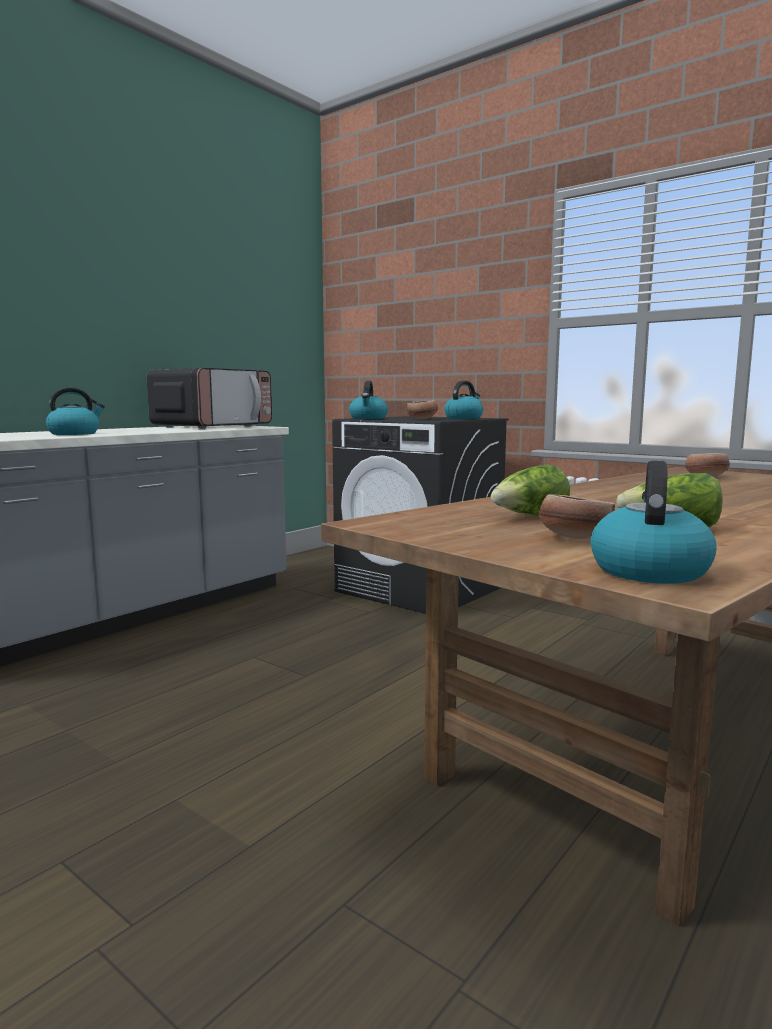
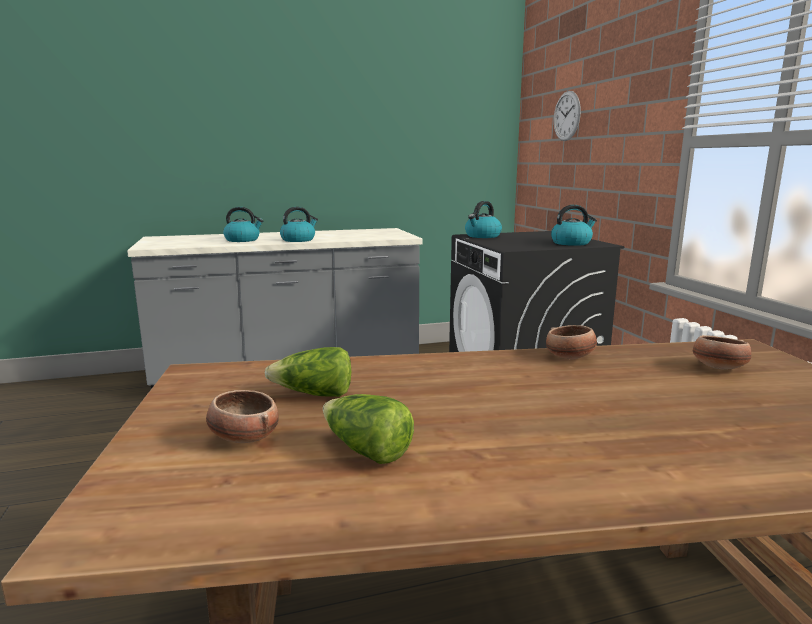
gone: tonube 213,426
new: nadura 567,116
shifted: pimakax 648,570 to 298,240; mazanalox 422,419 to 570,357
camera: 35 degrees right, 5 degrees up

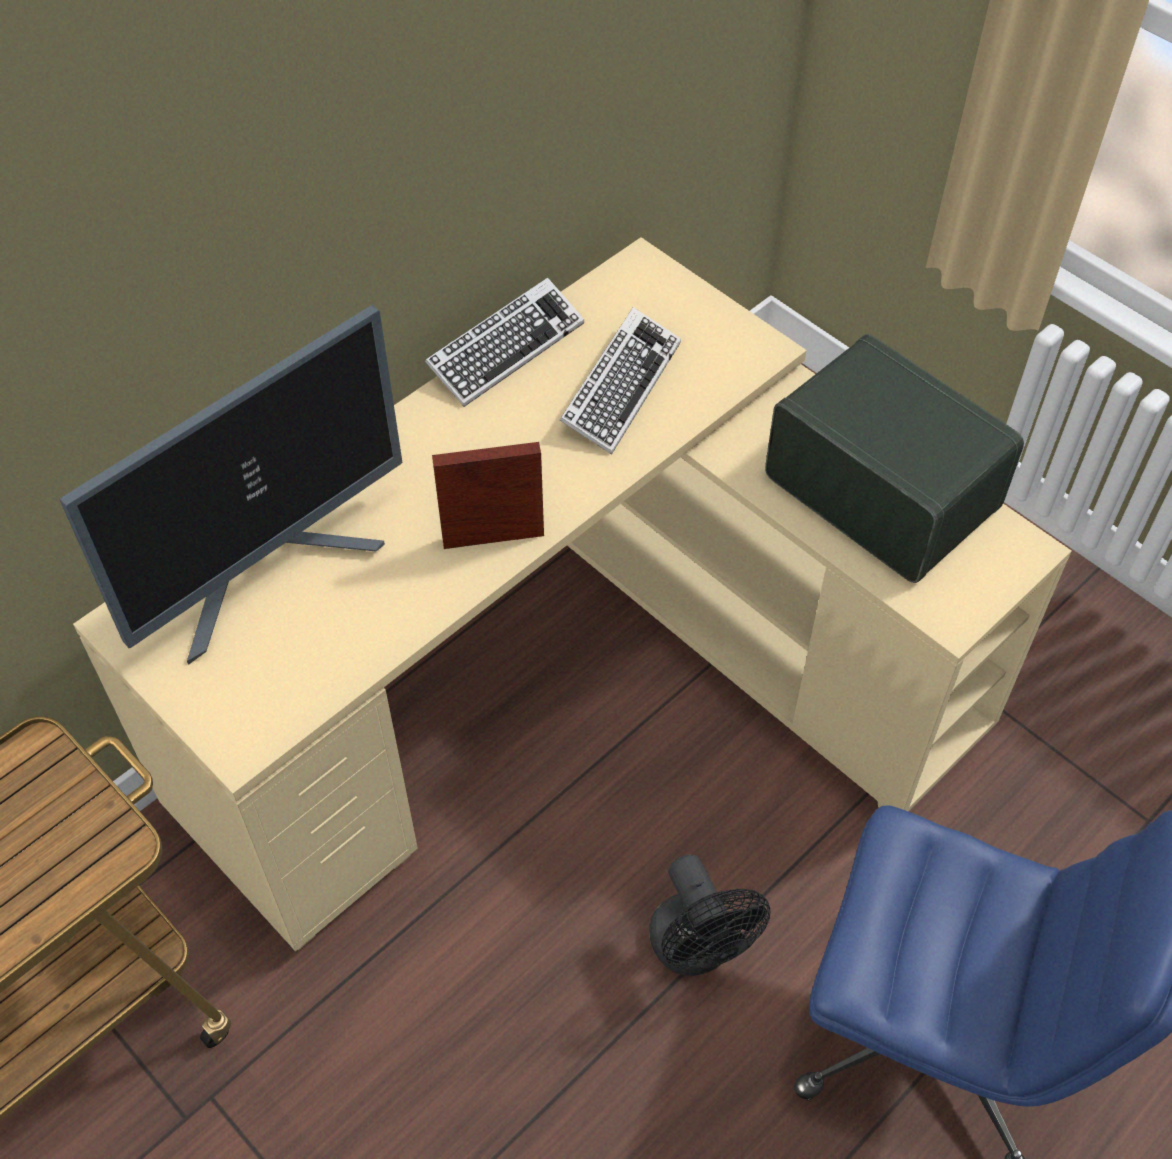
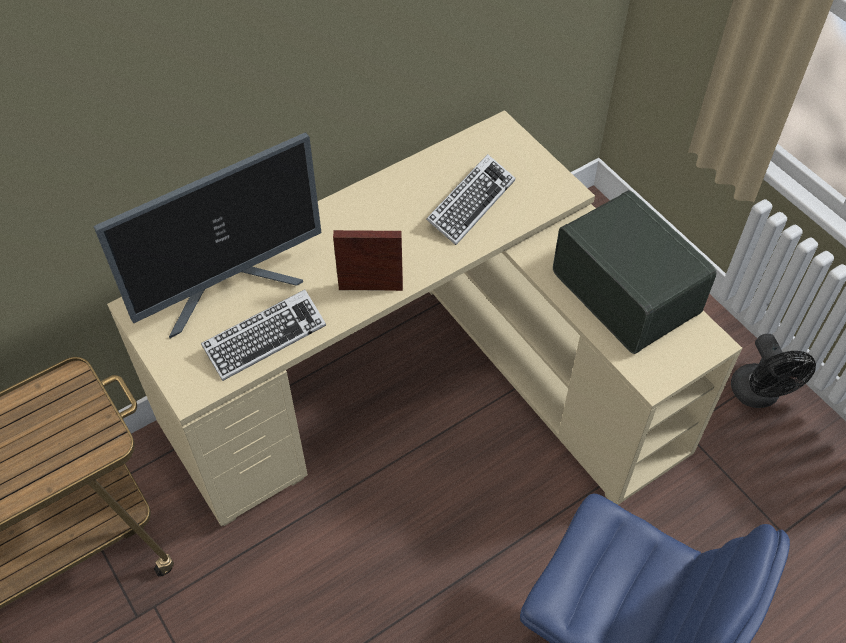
shifted: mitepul 505,349 to 265,338; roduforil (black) 698,950 to 758,396
camera: 10 degrees right, 0 degrees up

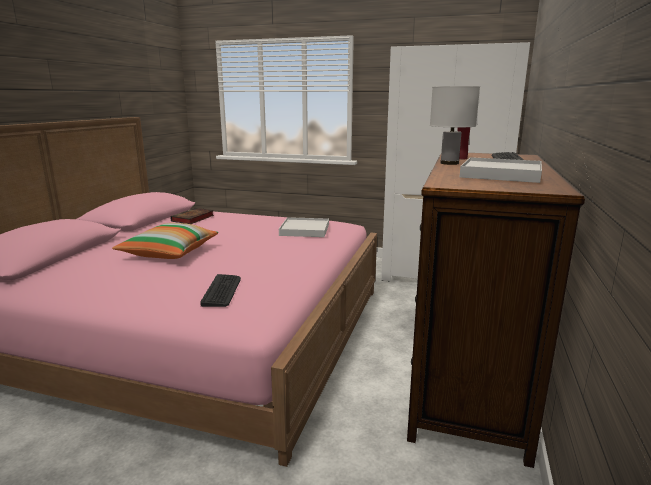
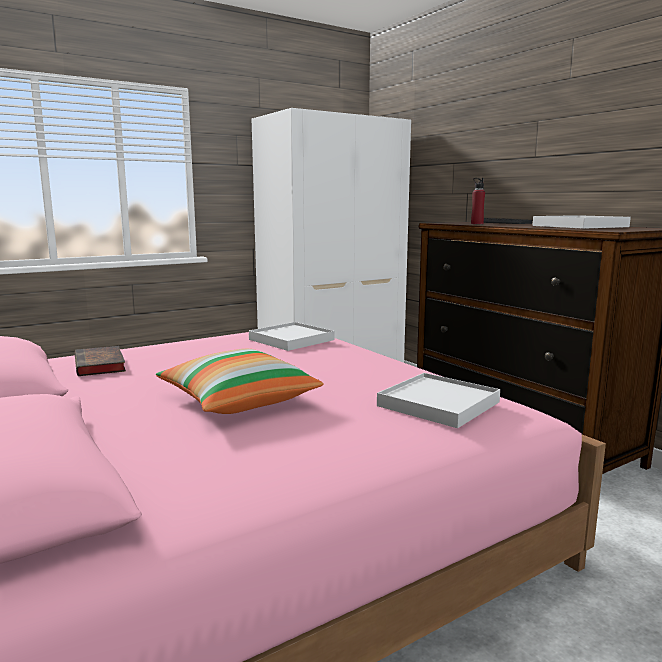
gone: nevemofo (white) 449,163
swapped: mitepul 222,291 to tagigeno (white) 438,404
camera: 50 degrees left, 5 degrees down

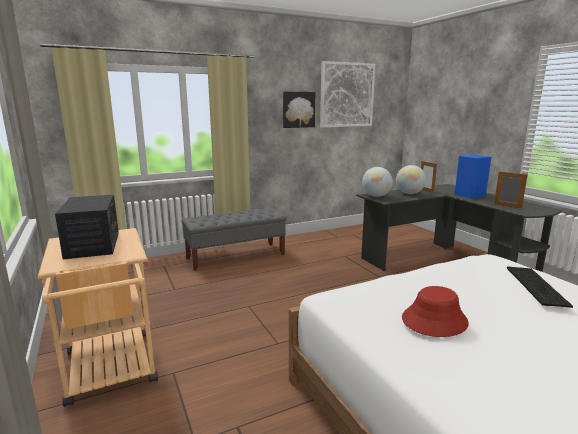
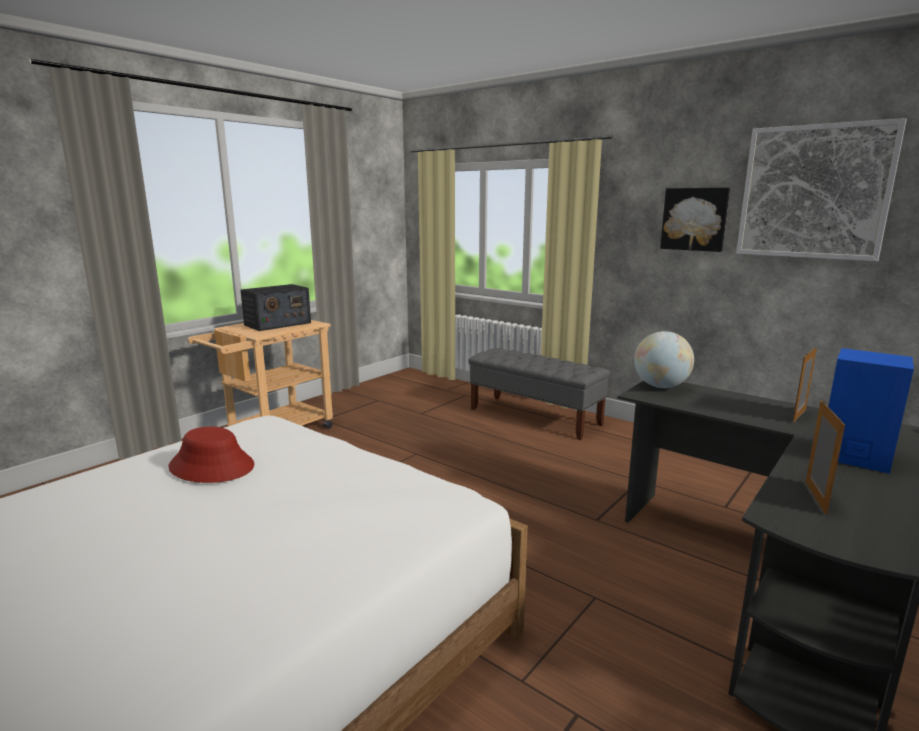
gone: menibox 409,193; mitepul 534,285
camera: 65 degrees right, 0 degrees up

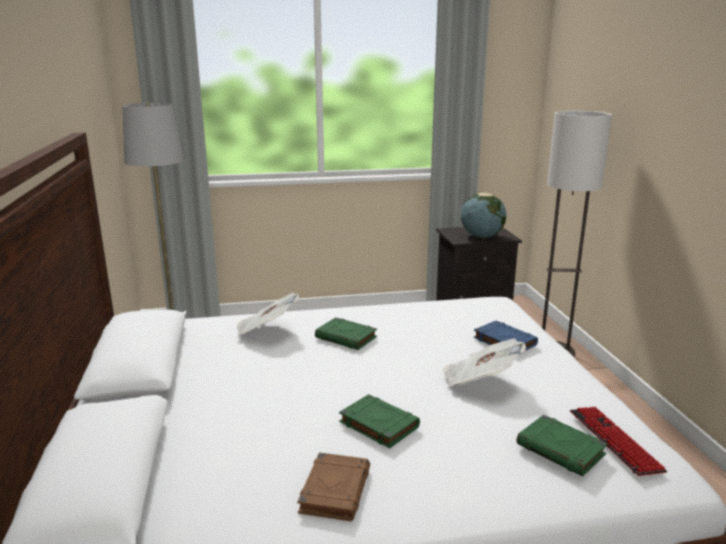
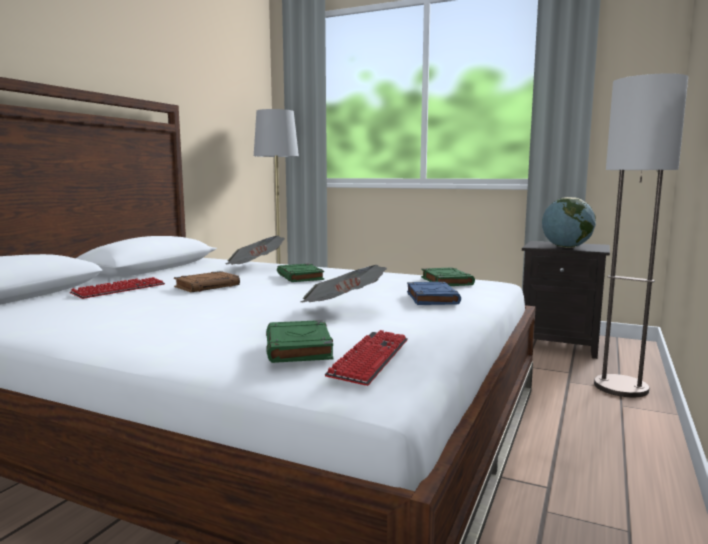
new: mitepul 119,290
shifted: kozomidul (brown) 335,490 to 207,286; kozomidul (green) 378,424 to 446,281
camera: 35 degrees right, 10 degrees down

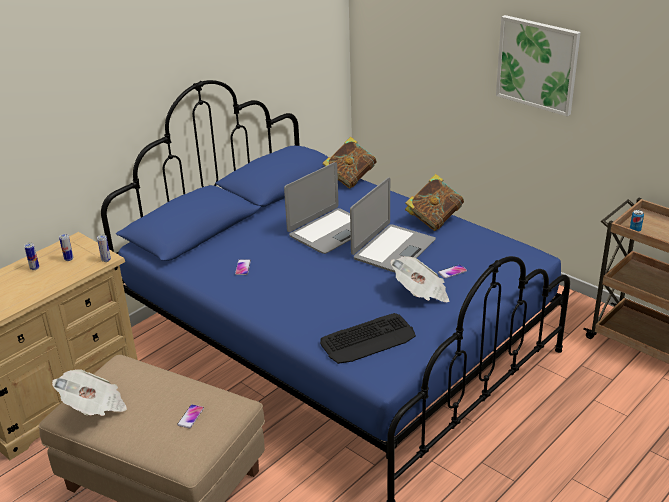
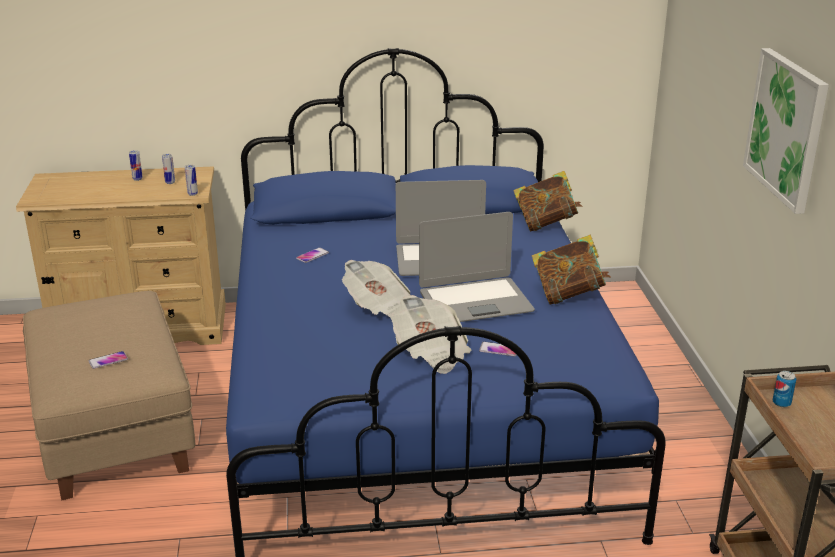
gone: mitepul 368,339
shifted: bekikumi 94,407 to 380,308
camera: 40 degrees right, 5 degrees down

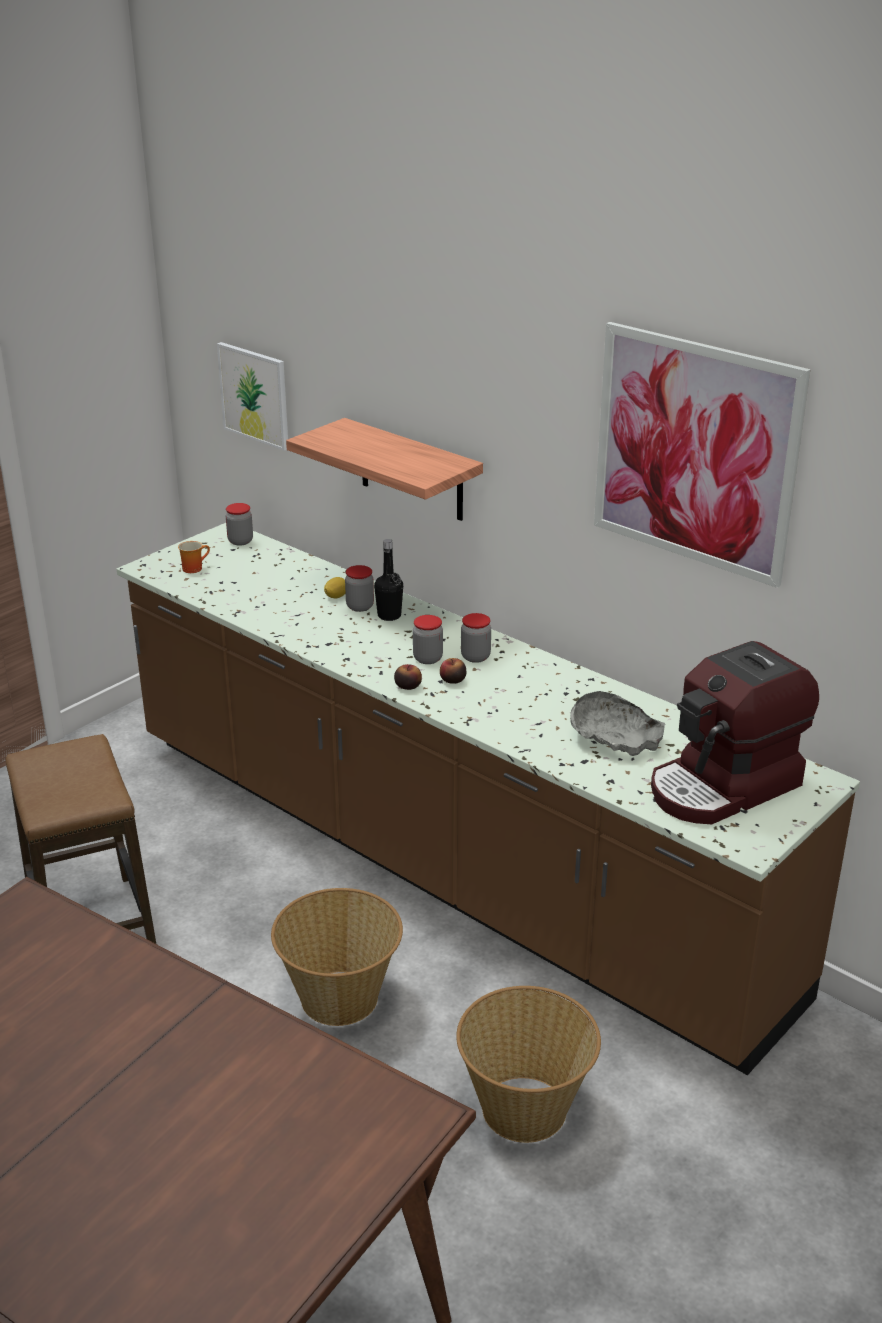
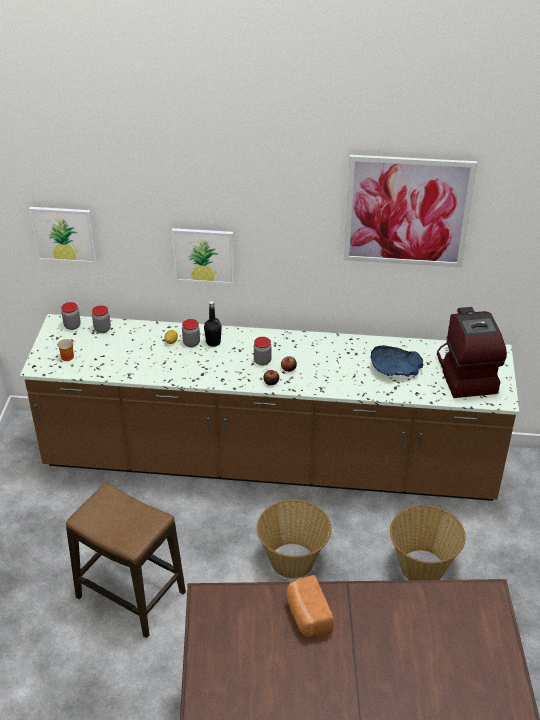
new: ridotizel 307,616
shifted: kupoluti 475,657 to 102,329
swapped: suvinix 411,470 to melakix 203,255
repainted: mazanalox (grey) 614,738 to mazanalox (blue) 394,368
rotated: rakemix 724,787 = 464,373 150 degrees clockwise
camera: 35 degrees left, 10 degrees up

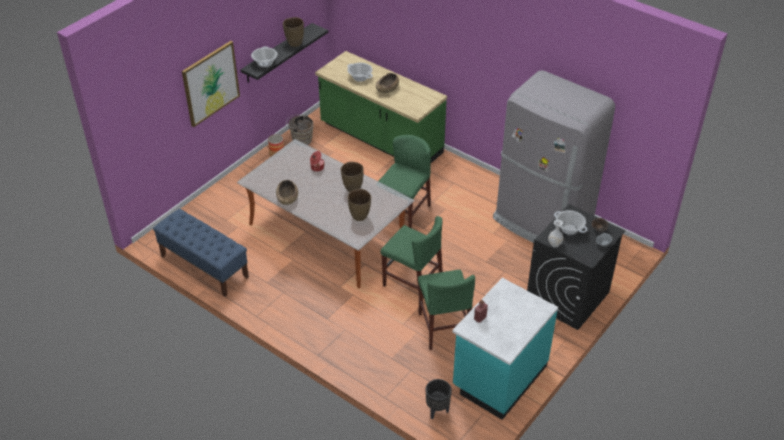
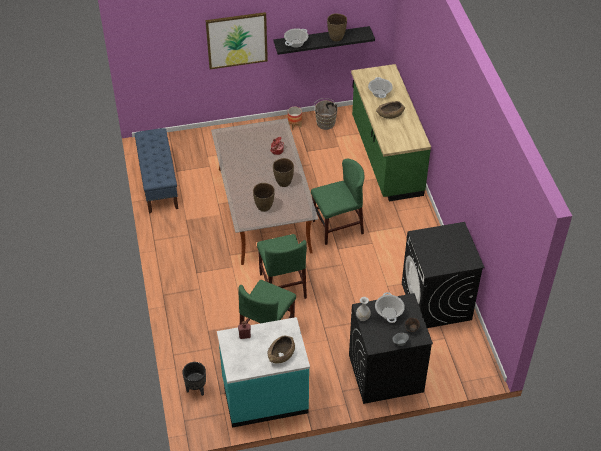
shifted: mazanalox (brown) 287,198 to 281,354
swapped: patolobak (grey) 542,222 to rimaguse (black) 436,302
camera: 40 degrees right, 5 degrees up

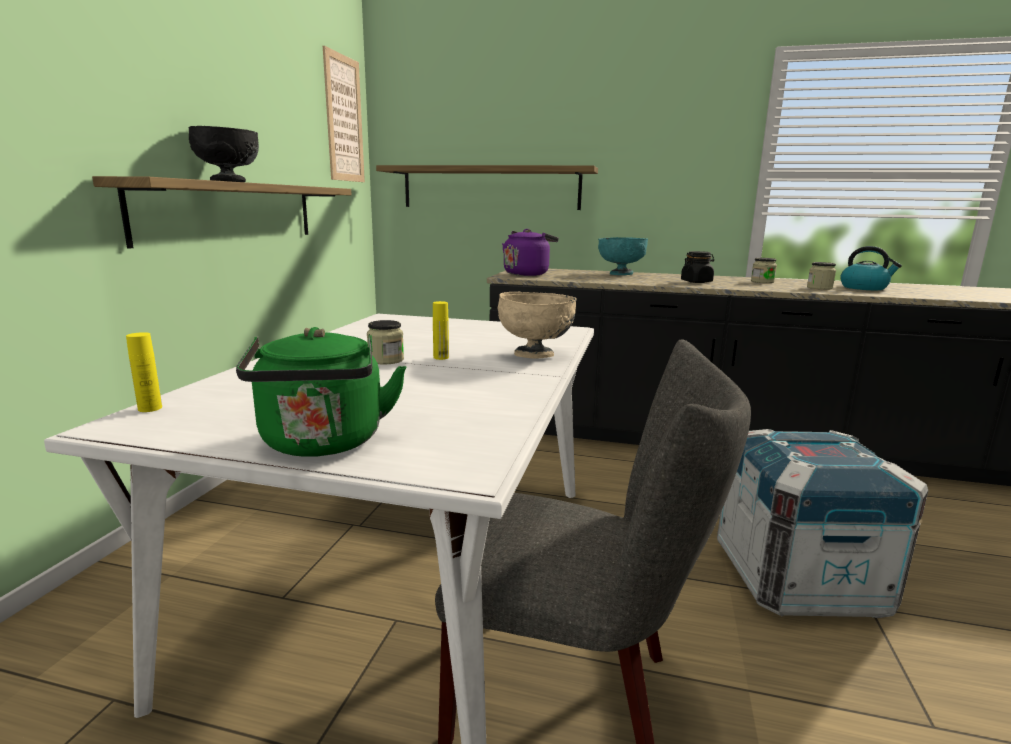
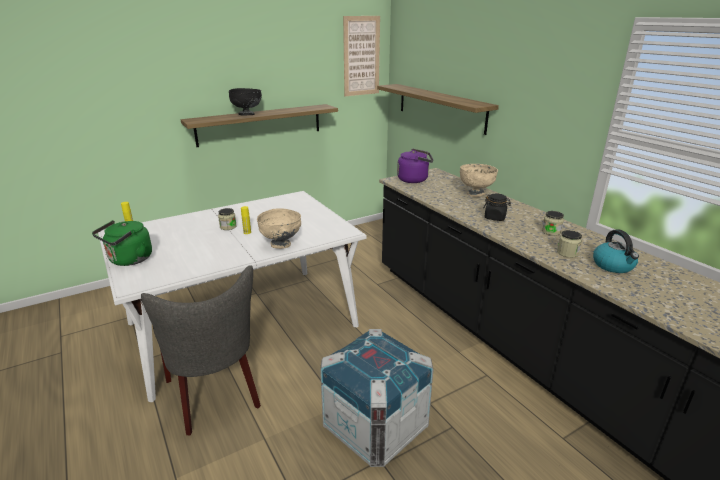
repainted: mazanalox (turquoise) 621,274 to mazanalox (beige) 476,194
camera: 45 degrees right, 10 degrees up

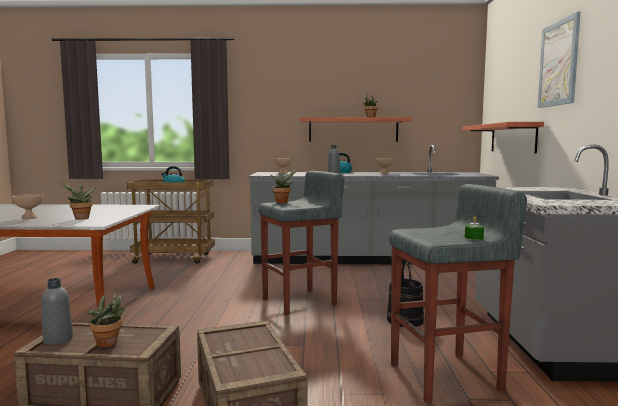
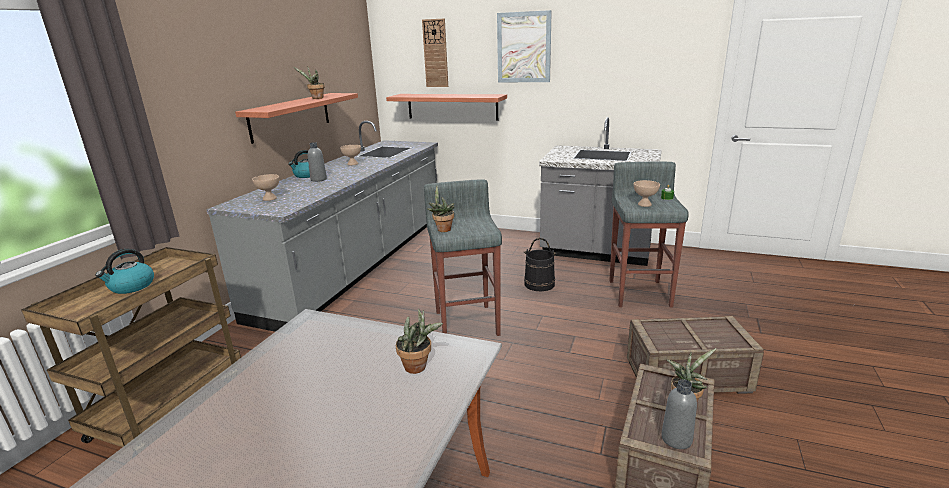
new: nadura 435,53
shifted: mazanalox (beige) 30,218 to 644,204
camera: 70 degrees left, 15 degrees up

